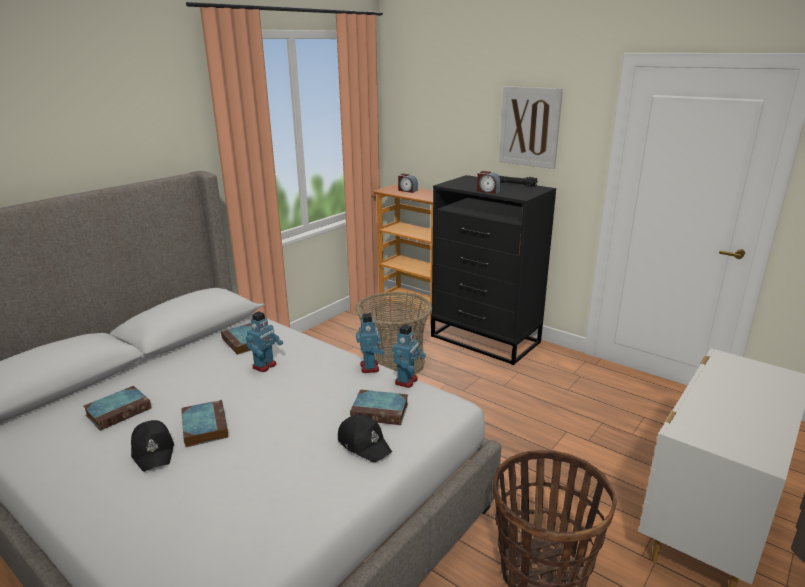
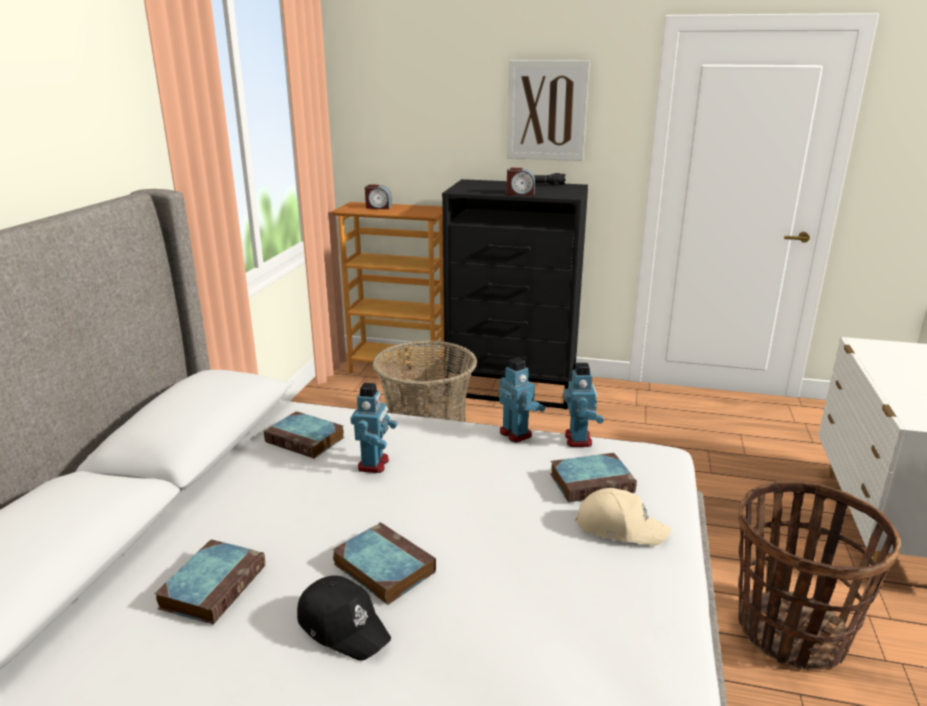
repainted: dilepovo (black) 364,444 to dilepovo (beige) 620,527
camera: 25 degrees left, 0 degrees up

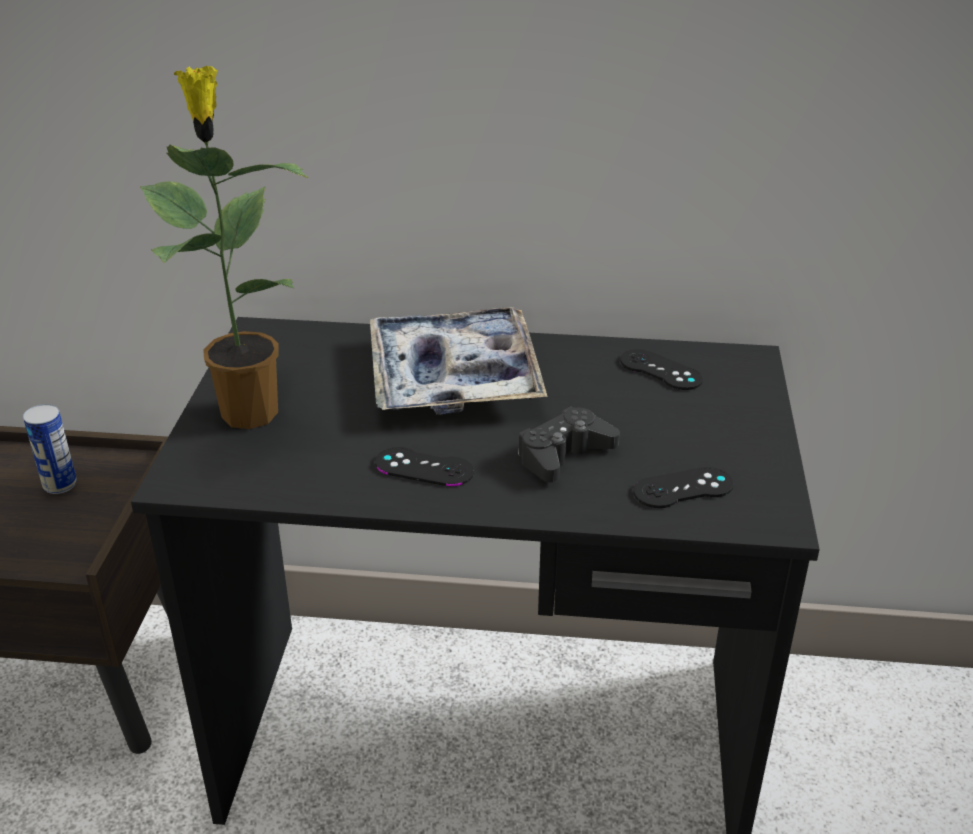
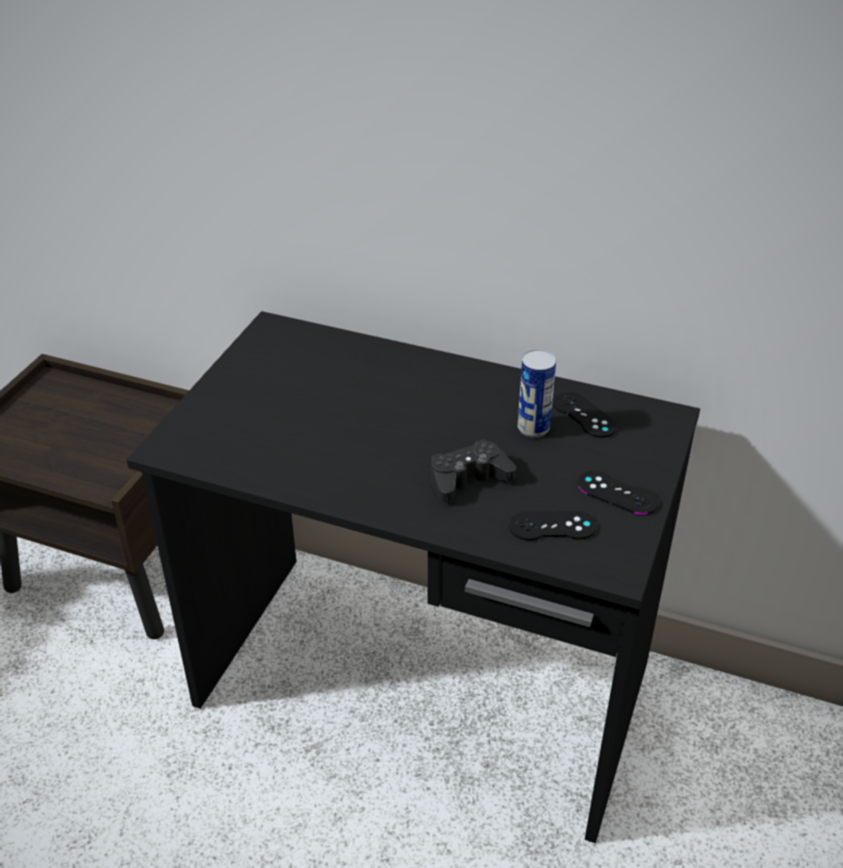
gone: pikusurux 248,411; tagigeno 454,376
shifted: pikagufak 60,484 to 533,428; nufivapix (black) 424,467 to 617,493
camera: 15 degrees right, 5 degrees up

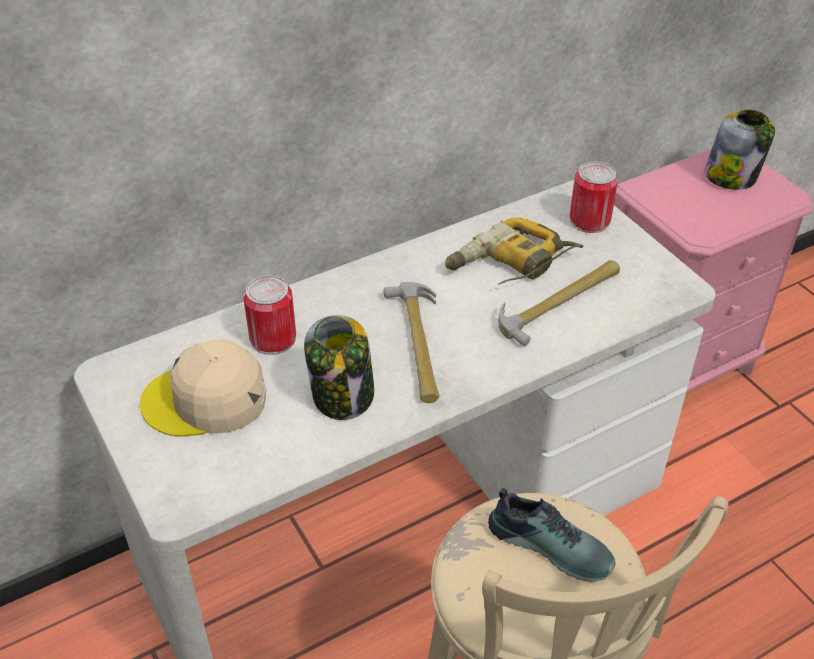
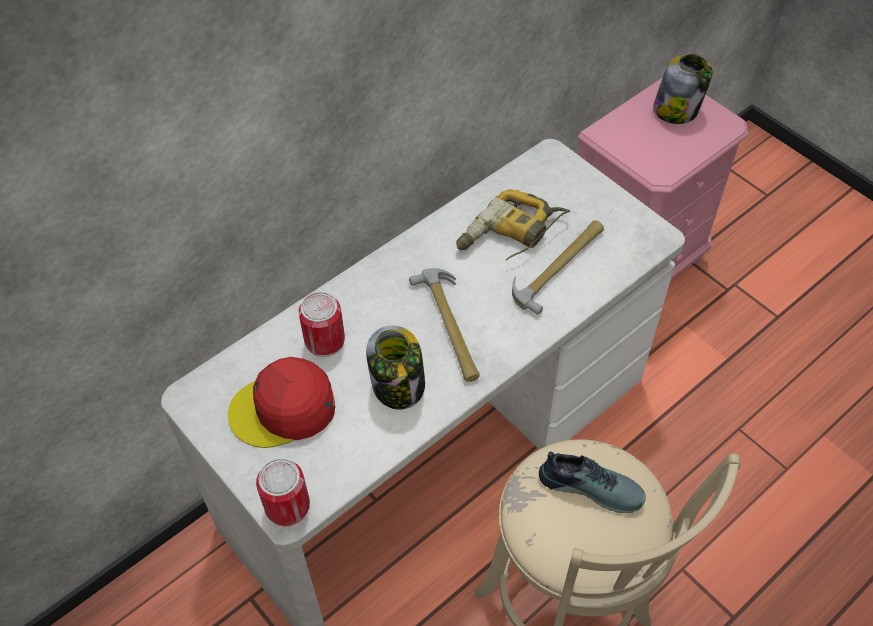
shifted: pikagufak 589,220 to 287,506
repainted: dilepovo (beige) 206,400 to dilepovo (red) 284,409
camera: 10 degrees left, 10 degrees up

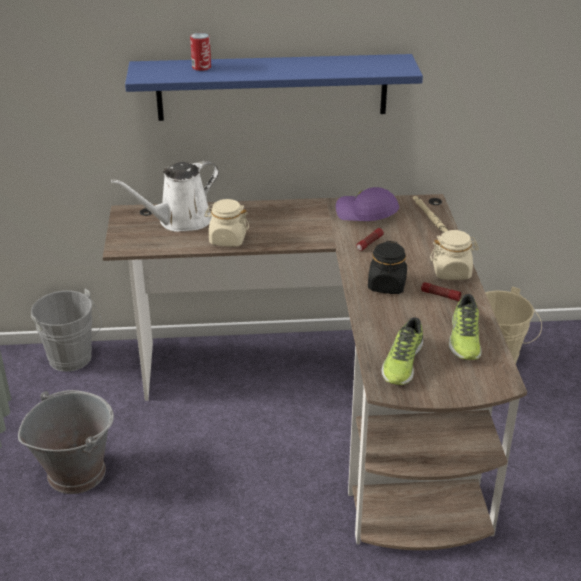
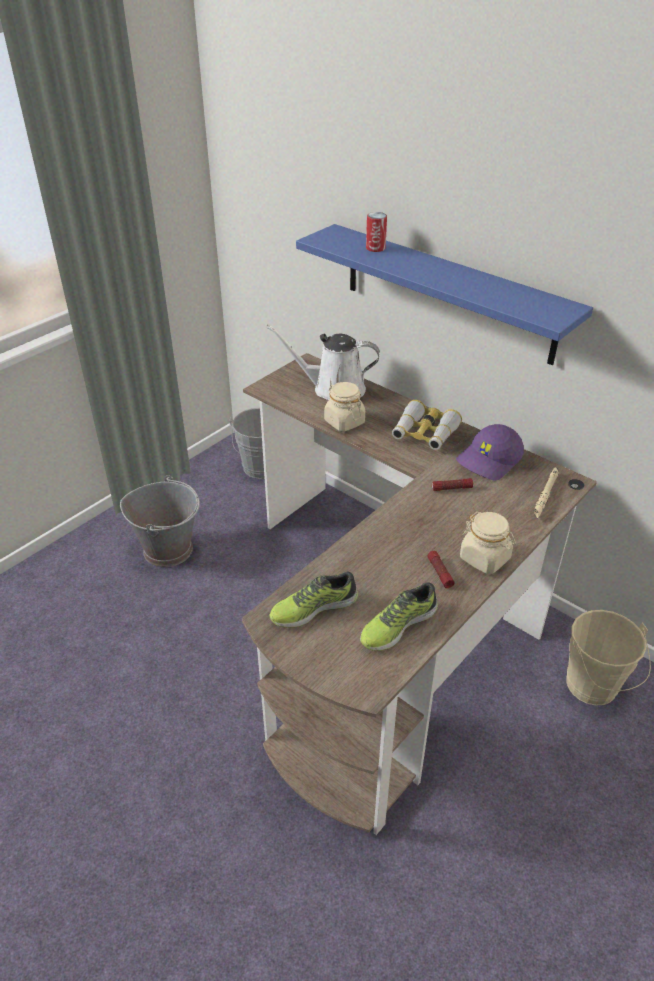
gone: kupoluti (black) 387,285
new: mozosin 424,433
rotated: dilepovo (purple) 366,214 = 489,461 120 degrees counterclockwise
camera: 45 degrees right, 5 degrees up

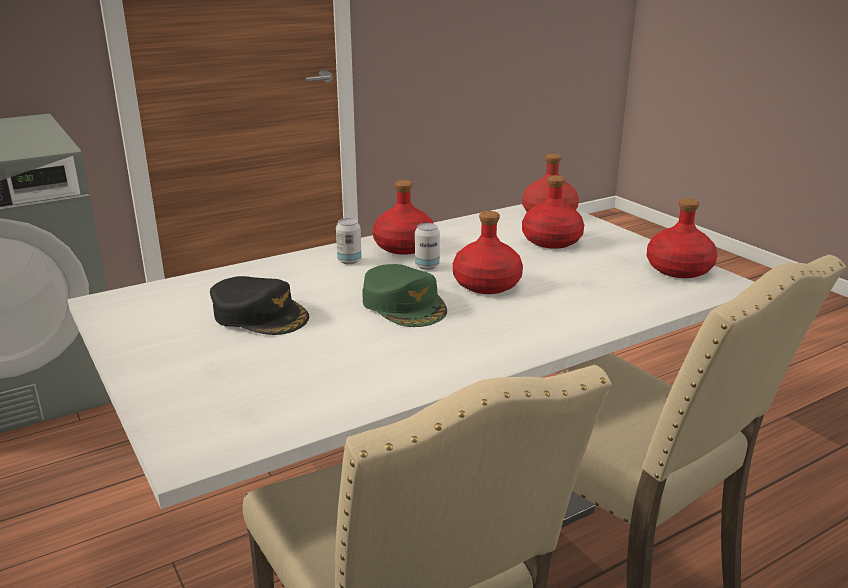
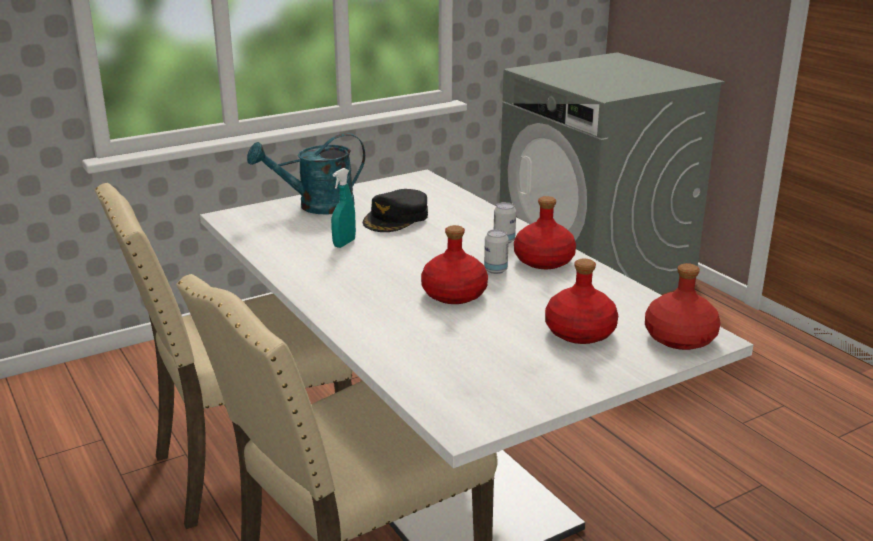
gone: dilepovo (green) 404,304; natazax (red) 678,269
new: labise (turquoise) 316,206; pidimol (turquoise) 344,243
camera: 90 degrees right, 0 degrees up

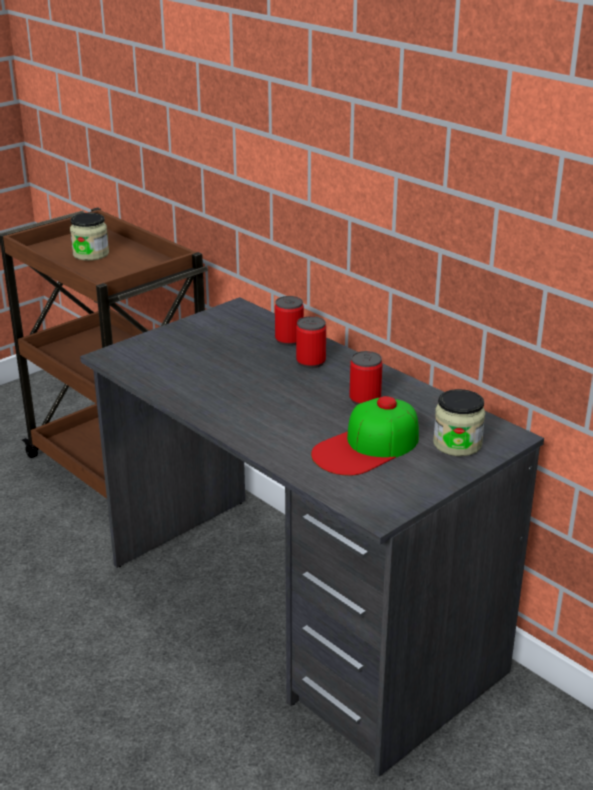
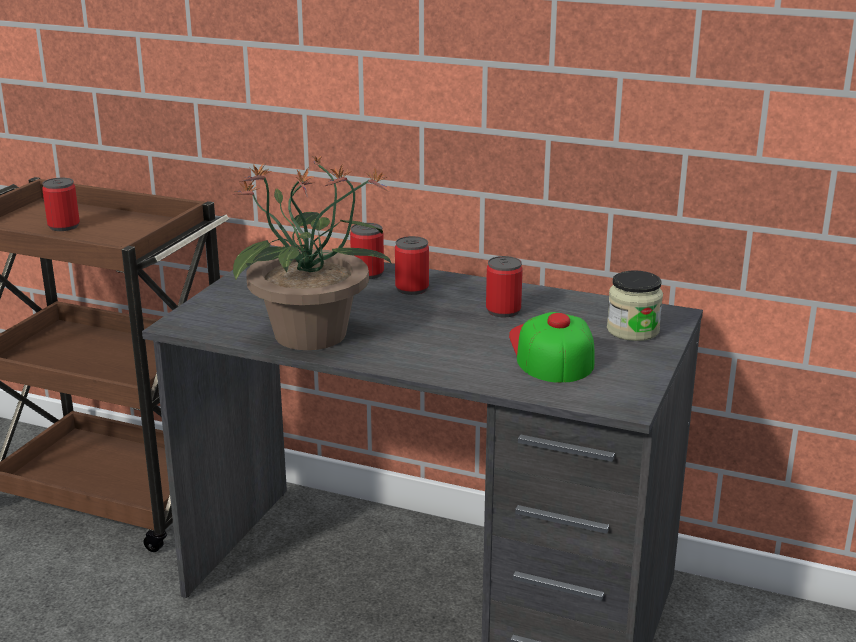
new: pikusurux 312,335
swapped: kupoluti 91,254 to pikagufak 64,226
rotated: dilepovo 367,447 = 551,351 150 degrees clockwise
camera: 25 degrees left, 5 degrees down

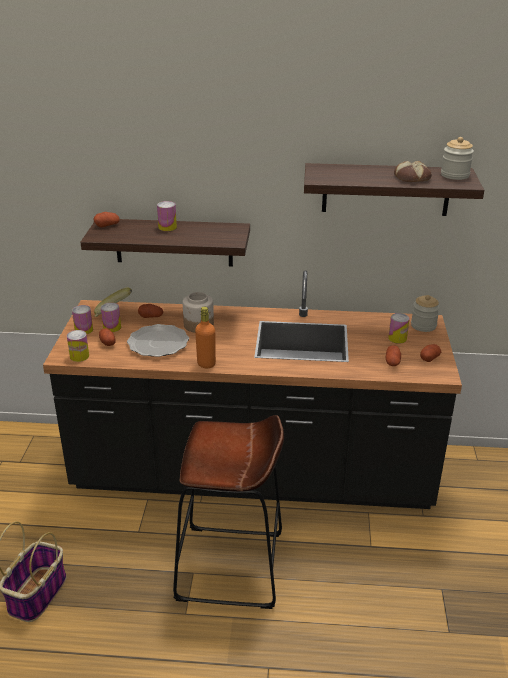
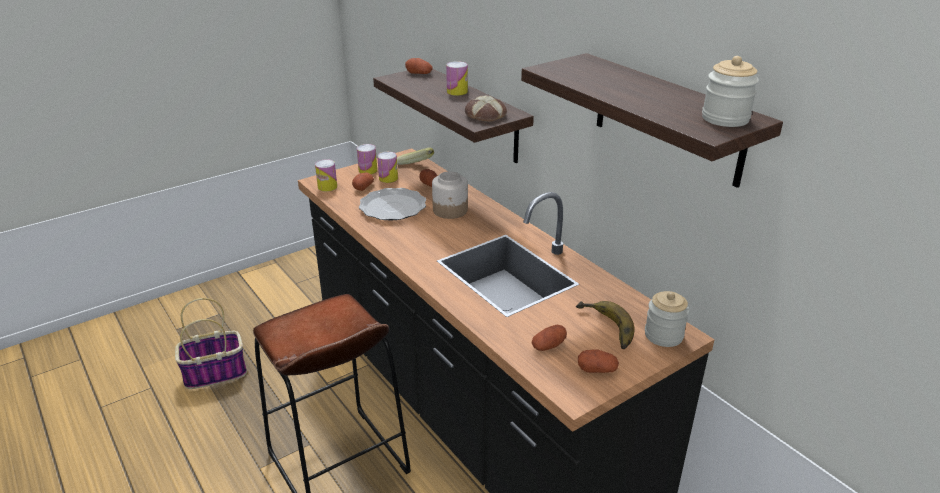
gone: natazax (orange) 206,364
shifted: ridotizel 412,178 to 484,115
swapped: pikagufak 397,338 to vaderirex 604,328
camera: 50 degrees right, 0 degrees up

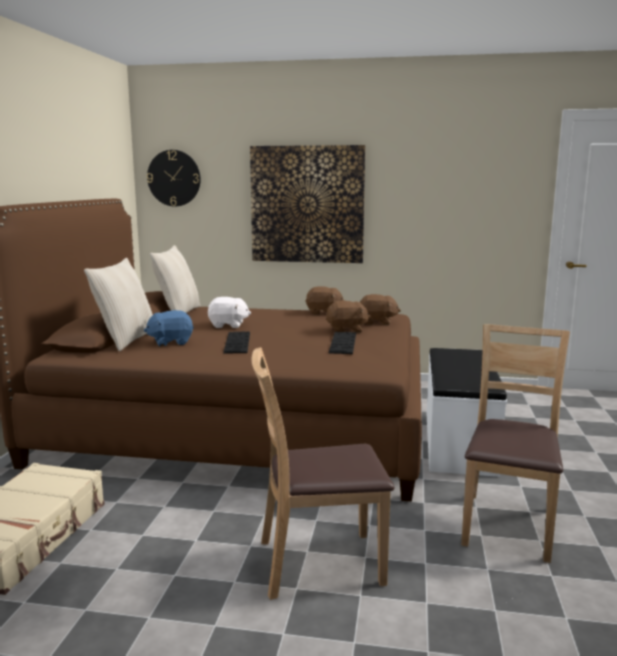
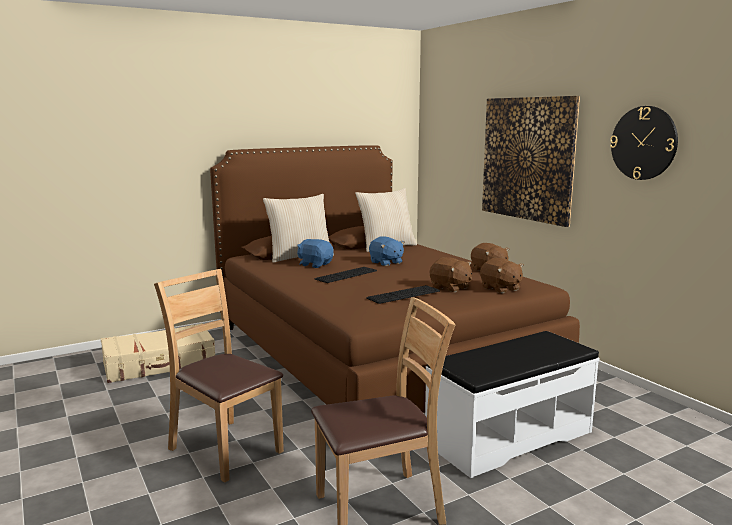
shifted: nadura 174,178 to 643,143
repainted: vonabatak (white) 228,325 to vonabatak (blue) 386,262
camera: 50 degrees right, 0 degrees up

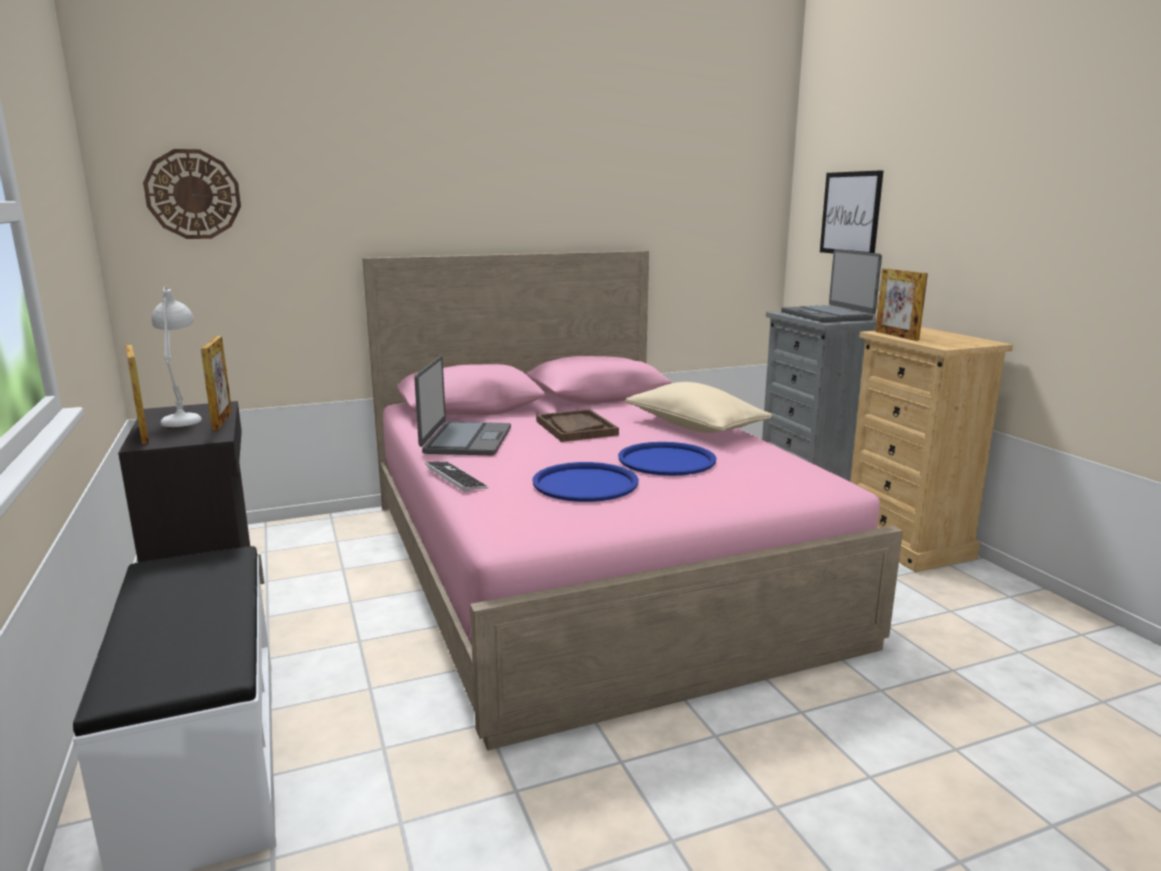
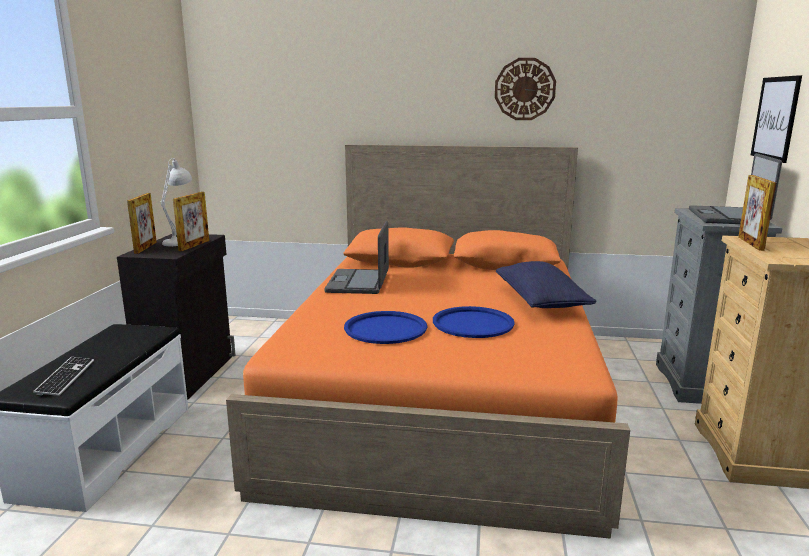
gone: tagigeno (brown) 576,428
shifted: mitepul 455,478 to 66,377; nadura 193,194 to 525,89
repainted: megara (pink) 588,564 to megara (orange) 442,396; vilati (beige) 695,427 to vilati (blue) 540,301
rotated: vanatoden 466,440 = 359,283 150 degrees clockwise
camera: 30 degrees right, 0 degrees up

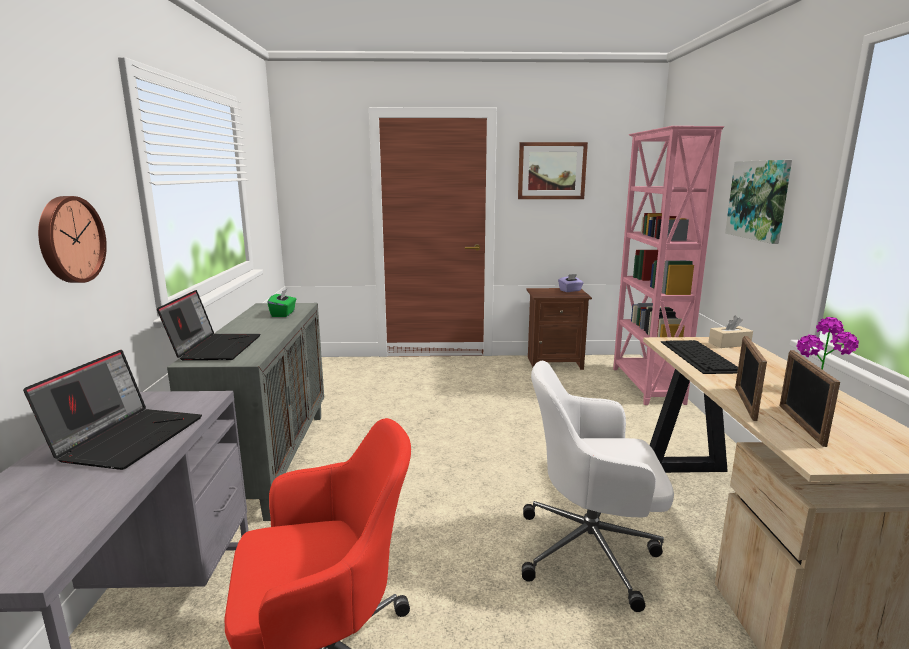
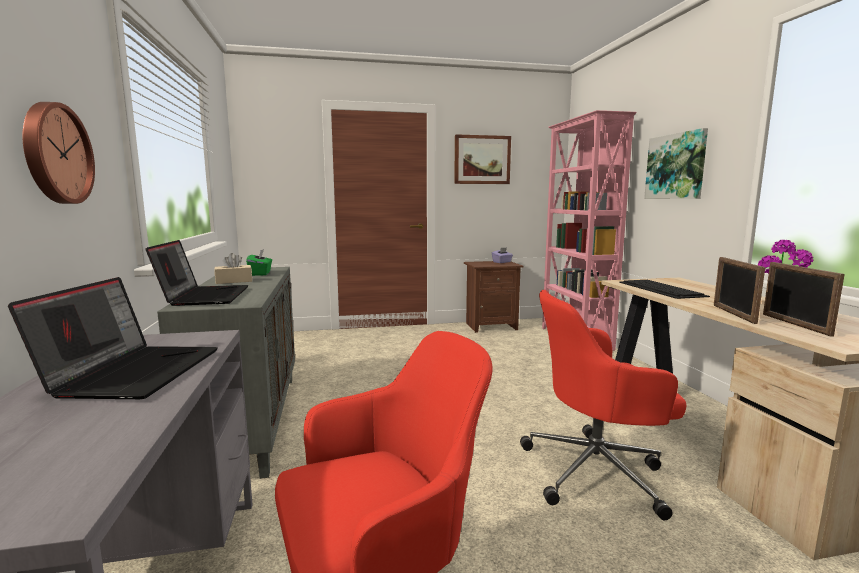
shifted: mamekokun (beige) 729,344 to 234,281
repainted: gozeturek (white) 591,551 to gozeturek (red) 596,471
camera: 10 degrees left, 5 degrees down

